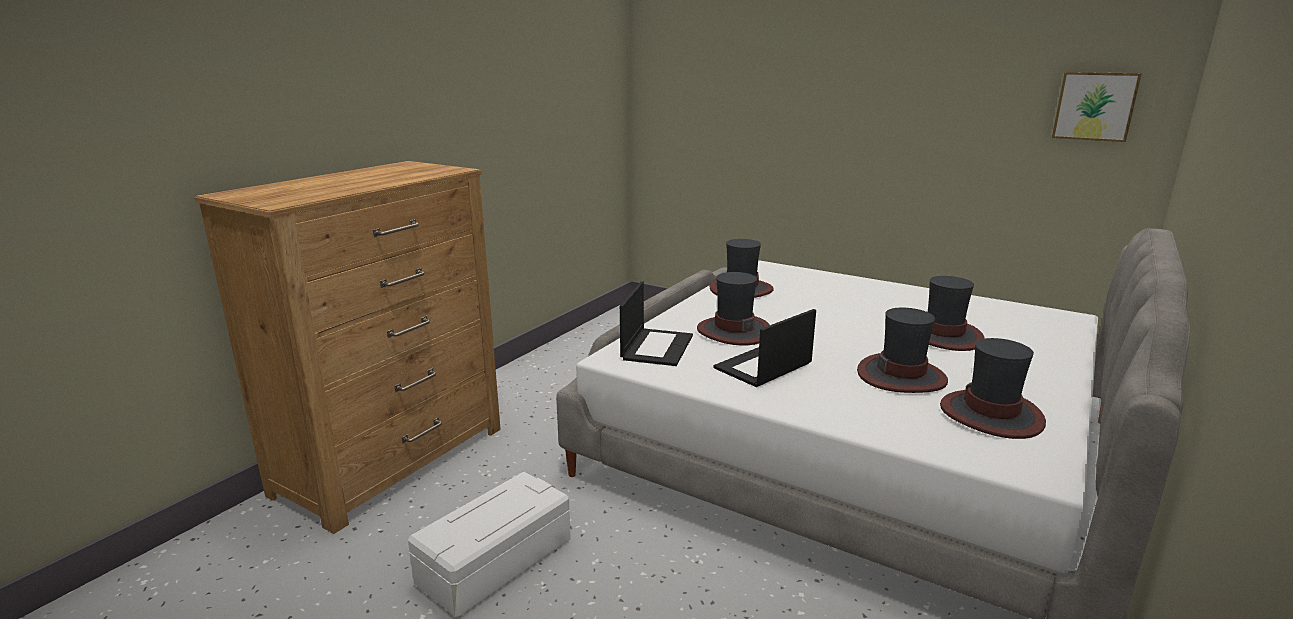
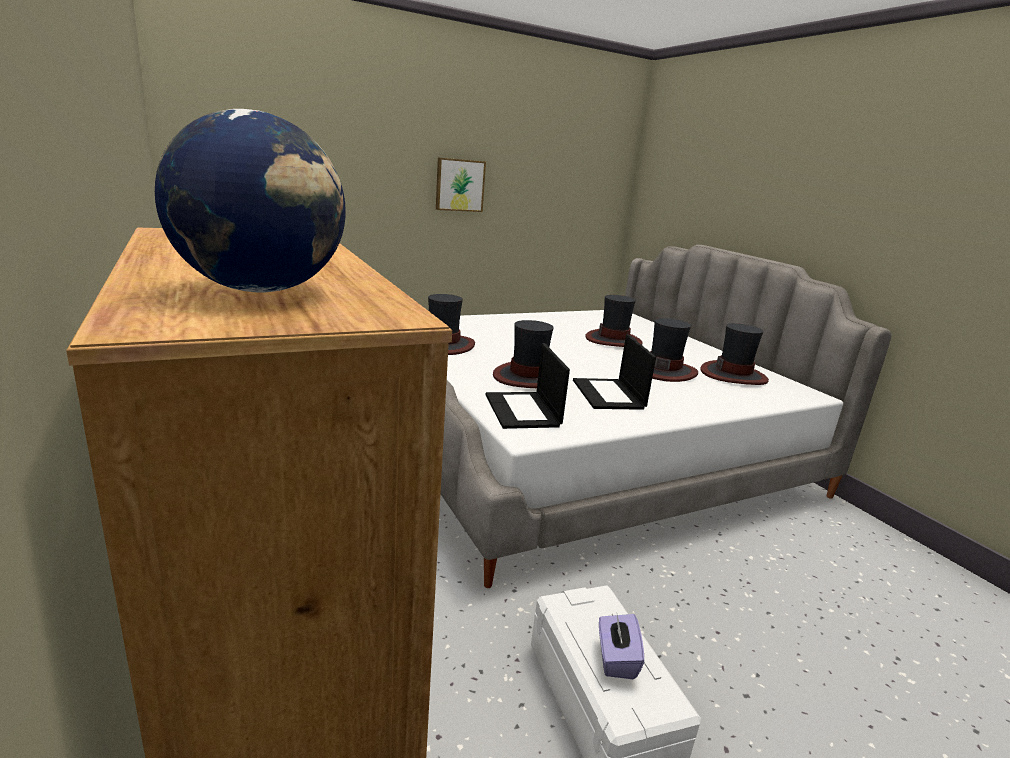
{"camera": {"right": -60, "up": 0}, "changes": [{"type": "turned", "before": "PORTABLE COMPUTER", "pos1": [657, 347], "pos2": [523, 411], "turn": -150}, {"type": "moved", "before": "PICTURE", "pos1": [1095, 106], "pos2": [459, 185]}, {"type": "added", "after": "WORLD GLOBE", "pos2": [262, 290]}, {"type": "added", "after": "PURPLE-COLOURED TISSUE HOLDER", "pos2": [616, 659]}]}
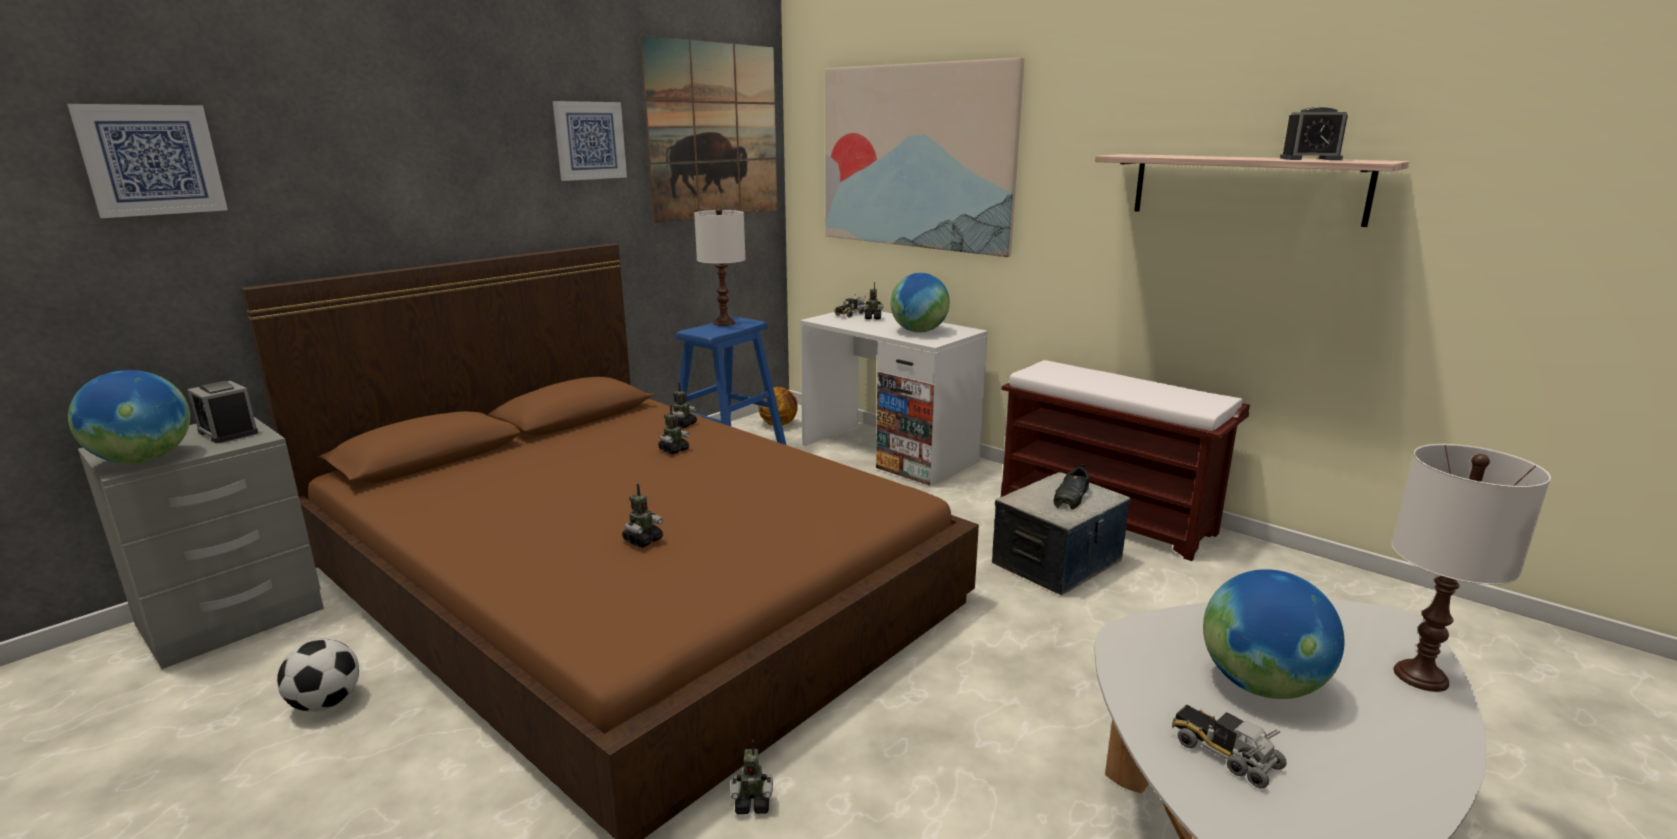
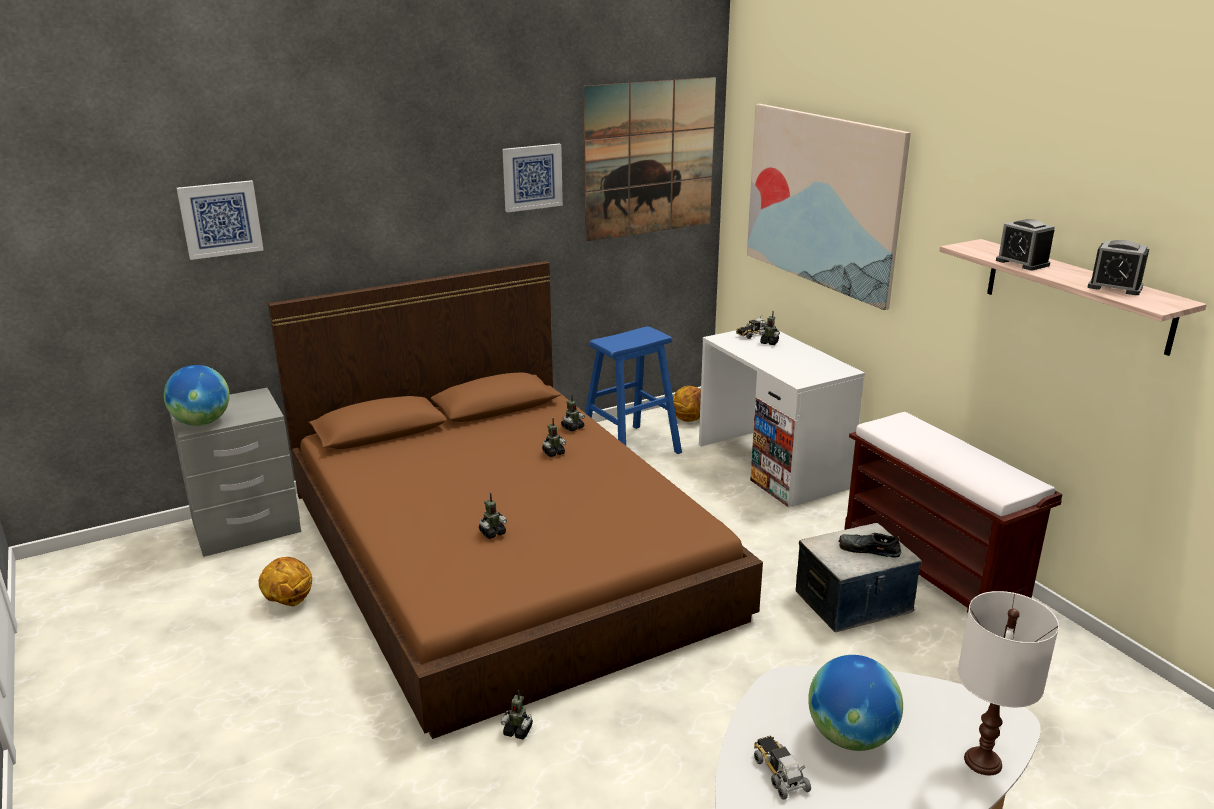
{"camera": {"right": 20, "up": 5}, "changes": [{"type": "moved", "before": "TABLE CLOCK", "pos1": [228, 432], "pos2": [1022, 263]}, {"type": "replaced", "before": "FOOTBALL", "after": "BALL FOR BASKETBALL", "pos1": [326, 703], "pos2": [288, 601]}, {"type": "removed", "before": "WHITISH LAMP FOR A TABLE", "pos1": [724, 323]}, {"type": "removed", "before": "WORLD GLOBE", "pos1": [919, 331]}, {"type": "turned", "before": "BLACKISH LOW SHOE", "pos1": [1072, 496], "pos2": [868, 549], "turn": 60}]}
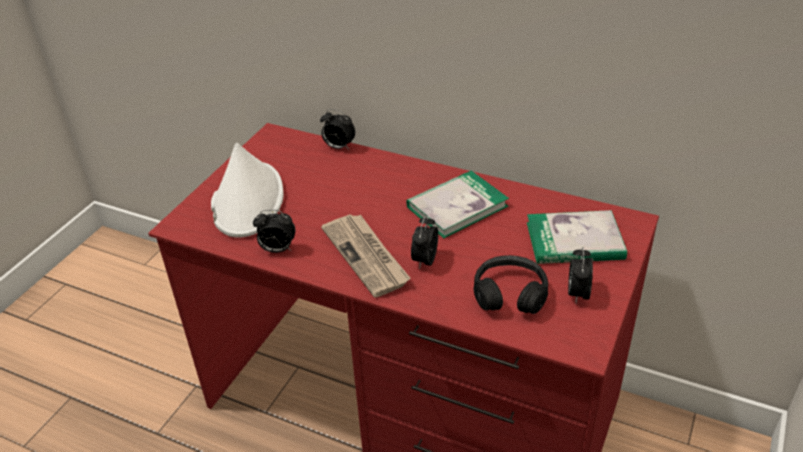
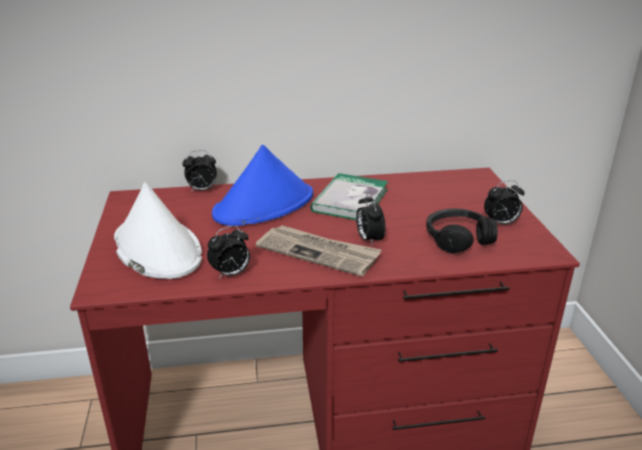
{"camera": {"right": -35, "up": -10}, "changes": [{"type": "removed", "before": "BOUND BOOK", "pos1": [574, 241]}, {"type": "turned", "before": "TABLE CLOCK", "pos1": [577, 293], "pos2": [501, 223], "turn": -75}, {"type": "added", "after": "BLUISH HAT", "pos2": [264, 205]}]}
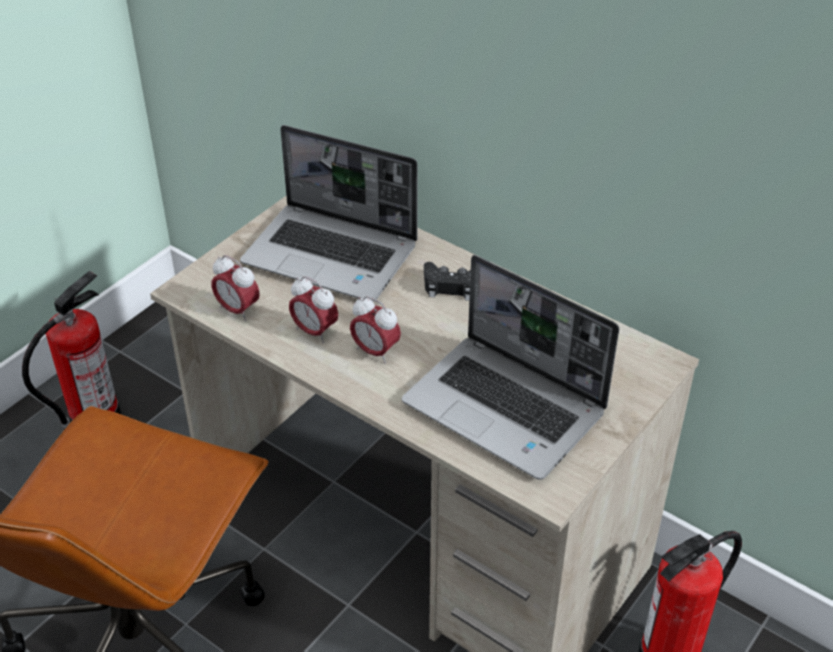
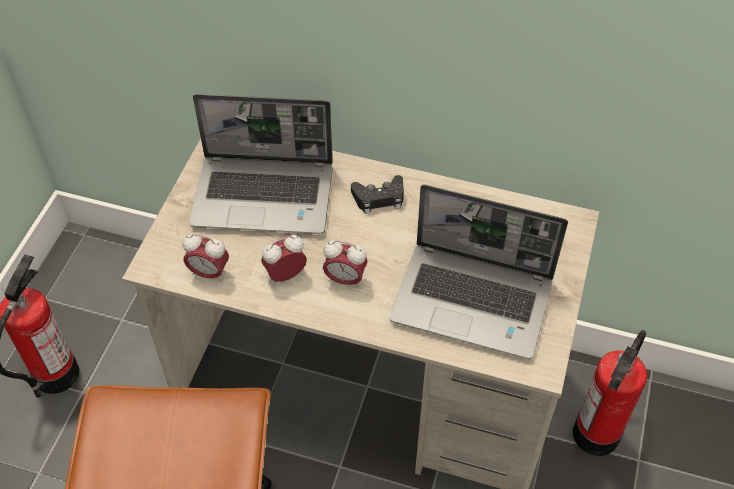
{"camera": {"right": -20, "up": 10}, "changes": [{"type": "turned", "before": "TABLE CLOCK", "pos1": [314, 331], "pos2": [285, 275], "turn": 135}]}
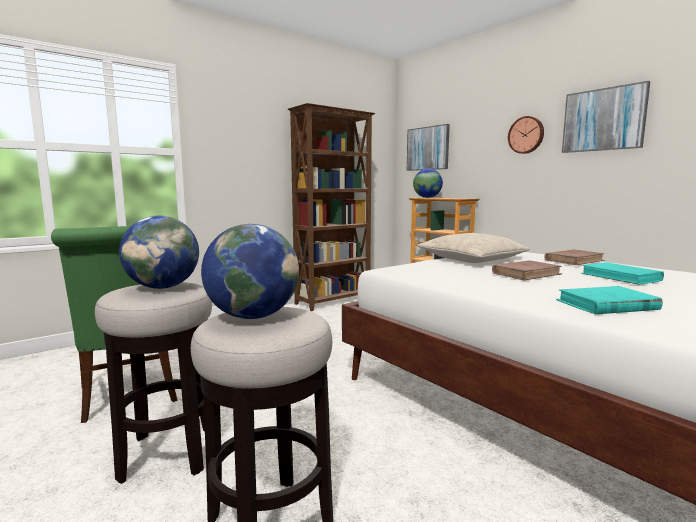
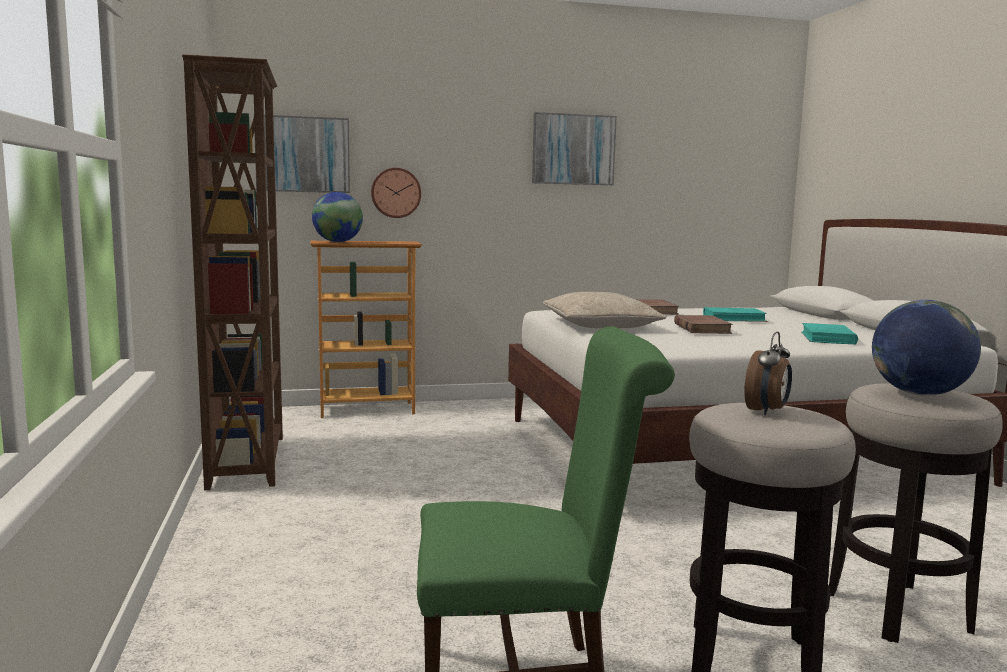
{"camera": {"right": -65, "up": 0}, "changes": [{"type": "replaced", "before": "WORLD GLOBE", "after": "TABLE CLOCK", "pos1": [163, 287], "pos2": [767, 411]}, {"type": "moved", "before": "HANGING CLOCK", "pos1": [526, 135], "pos2": [396, 193]}]}
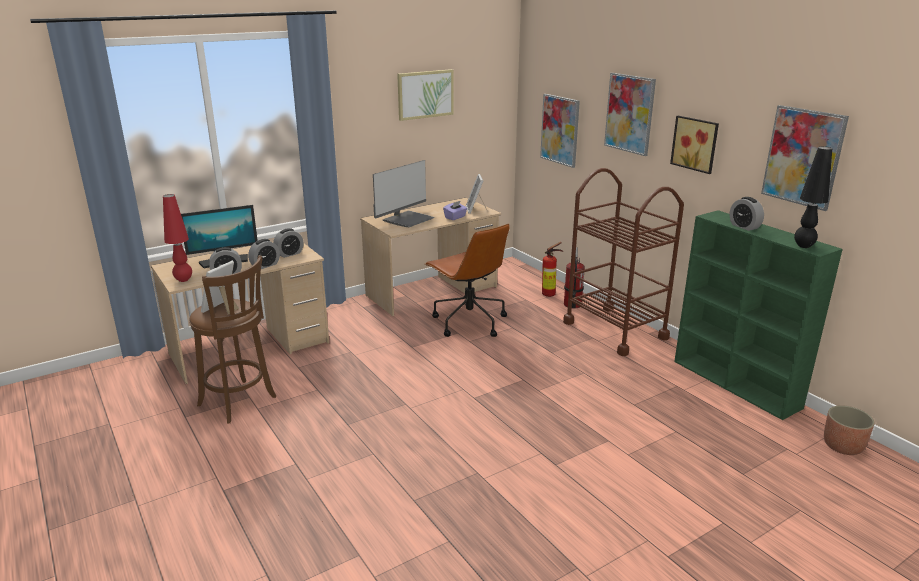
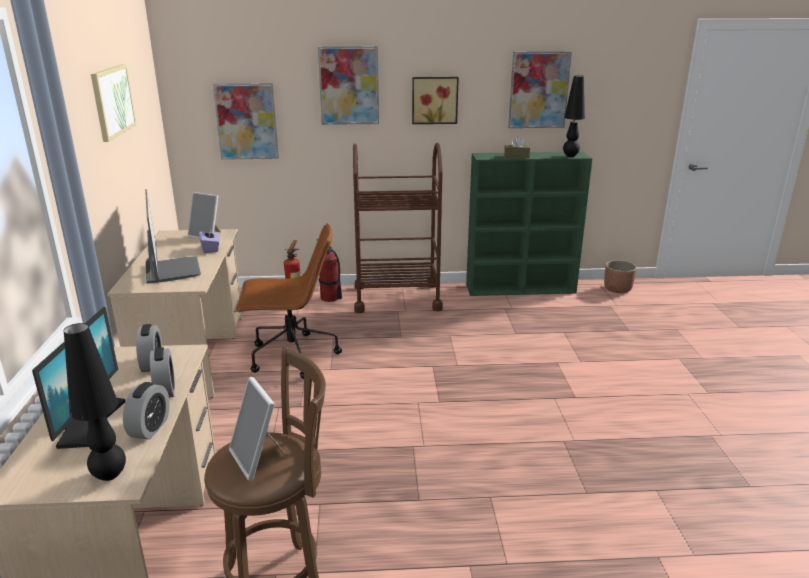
{"camera": {"right": -60, "up": 0}, "changes": [{"type": "recoloured", "before": "RED-COLOURED LAMP FOR A TABLE", "after": "BLACKISH LAMP FOR A TABLE", "pos1": [183, 280], "pos2": [109, 475]}, {"type": "replaced", "before": "TABLE CLOCK", "after": "BROWN TISSUE HOLDER", "pos1": [744, 226], "pos2": [516, 156]}]}
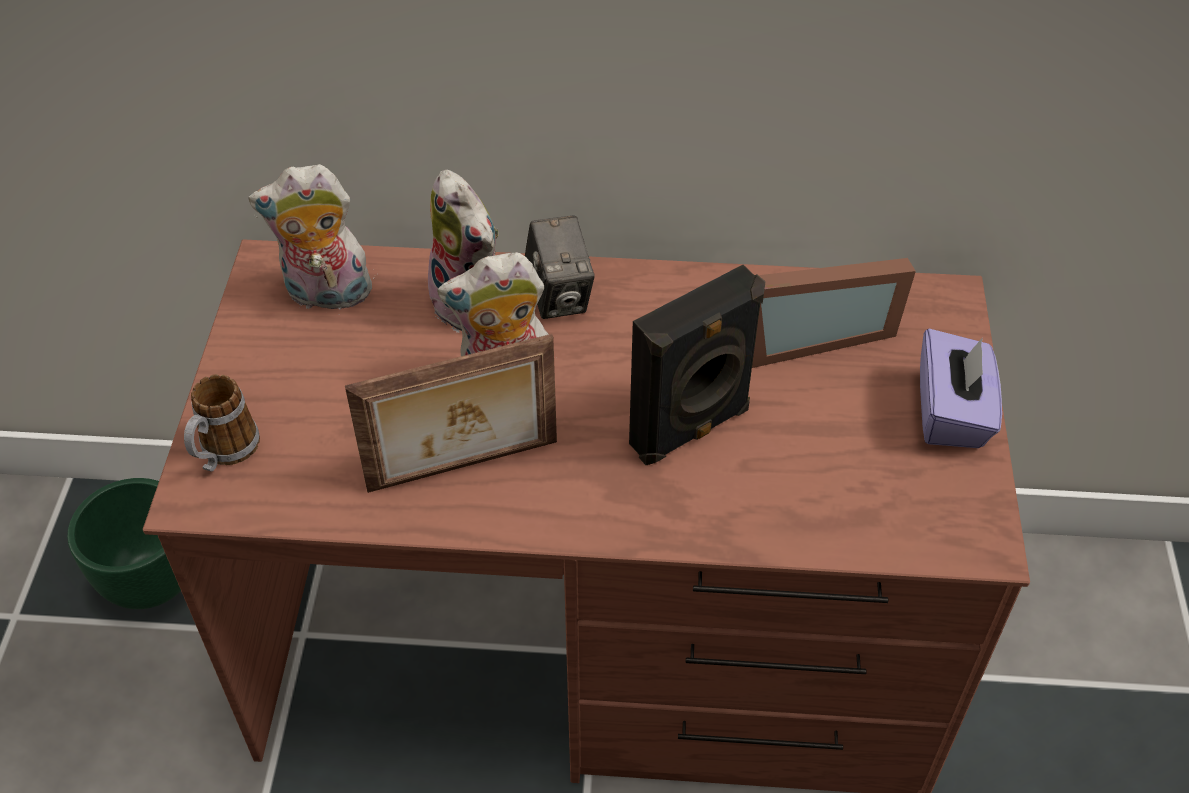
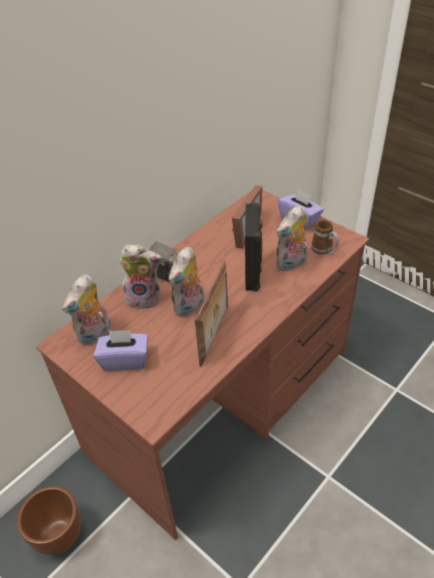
{"camera": {"right": -50, "up": -5}, "changes": [{"type": "recoloured", "before": "GREEN-COLOURED PLANTER", "after": "BROWN PLANTER", "pos1": [153, 581], "pos2": [59, 535]}, {"type": "moved", "before": "MUG", "pos1": [224, 453], "pos2": [324, 250]}, {"type": "added", "after": "PURPLE-COLOURED TISSUE HOLDER", "pos2": [125, 360]}, {"type": "added", "after": "CUDDLY TOY", "pos2": [291, 264]}]}
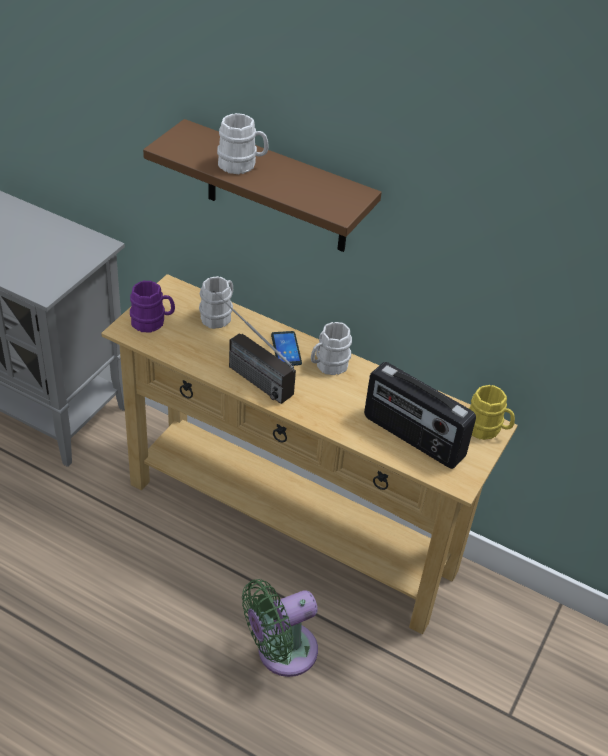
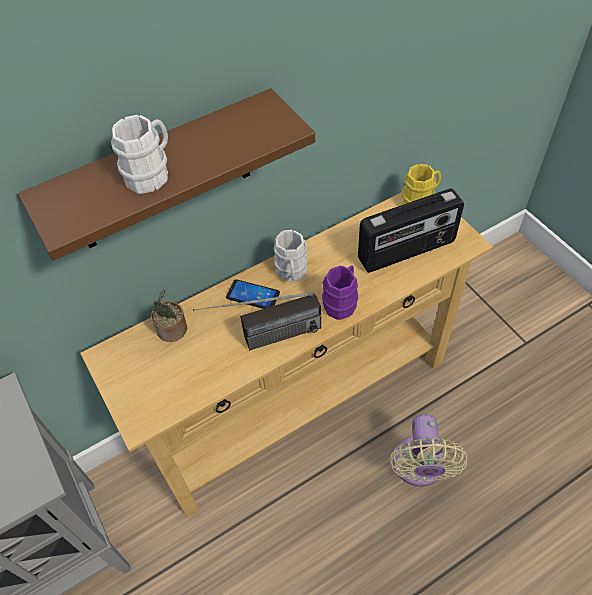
{"camera": {"right": -55, "up": 10}, "changes": [{"type": "moved", "before": "PURPLE-COLOURED MUG", "pos1": [153, 322], "pos2": [342, 301]}, {"type": "replaced", "before": "WHITISH MUG", "after": "POTTED PLANT", "pos1": [218, 315], "pos2": [173, 331]}, {"type": "recoloured", "before": "GREEN-COLOURED COOLING FAN", "after": "SAND-COLOURED COOLING FAN", "pos1": [281, 652], "pos2": [418, 467]}]}
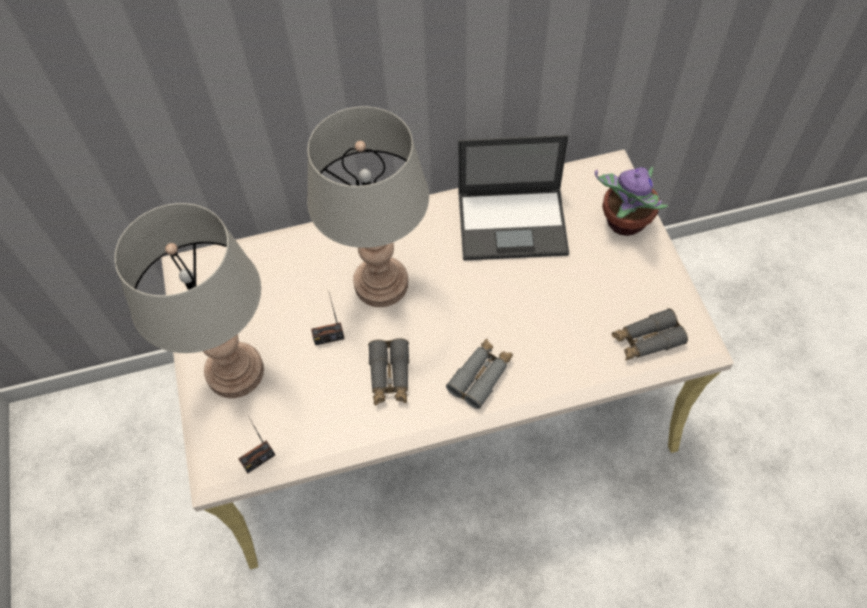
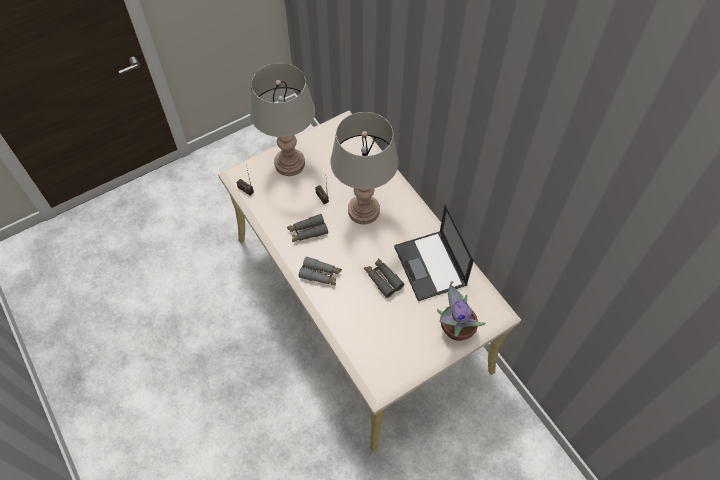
{"camera": {"right": 70, "up": 0}, "changes": [{"type": "moved", "before": "GRAY FIELD GLASSES", "pos1": [646, 340], "pos2": [383, 279]}]}
